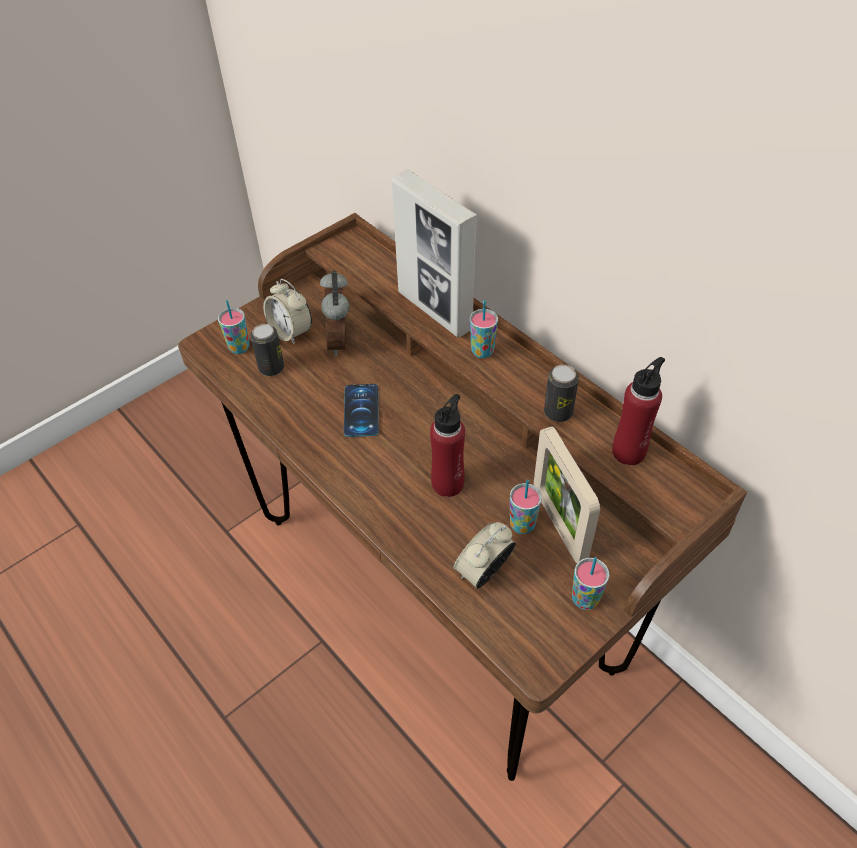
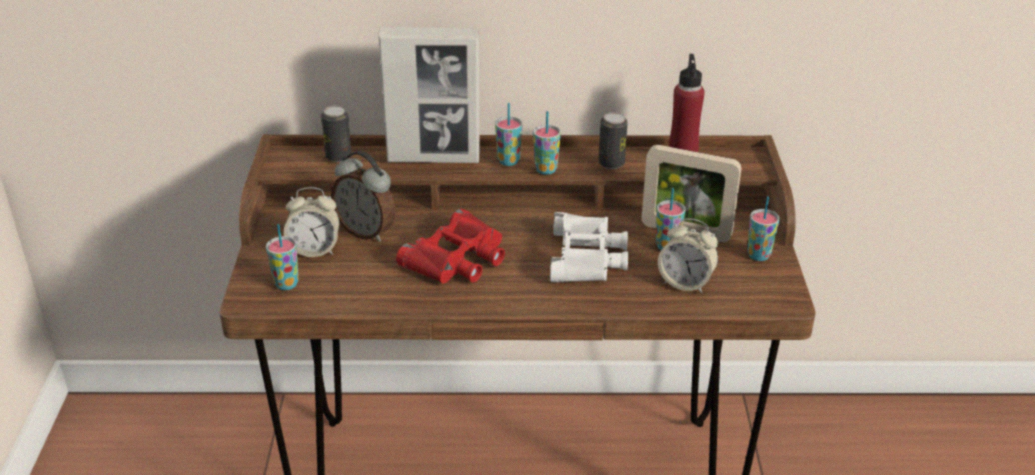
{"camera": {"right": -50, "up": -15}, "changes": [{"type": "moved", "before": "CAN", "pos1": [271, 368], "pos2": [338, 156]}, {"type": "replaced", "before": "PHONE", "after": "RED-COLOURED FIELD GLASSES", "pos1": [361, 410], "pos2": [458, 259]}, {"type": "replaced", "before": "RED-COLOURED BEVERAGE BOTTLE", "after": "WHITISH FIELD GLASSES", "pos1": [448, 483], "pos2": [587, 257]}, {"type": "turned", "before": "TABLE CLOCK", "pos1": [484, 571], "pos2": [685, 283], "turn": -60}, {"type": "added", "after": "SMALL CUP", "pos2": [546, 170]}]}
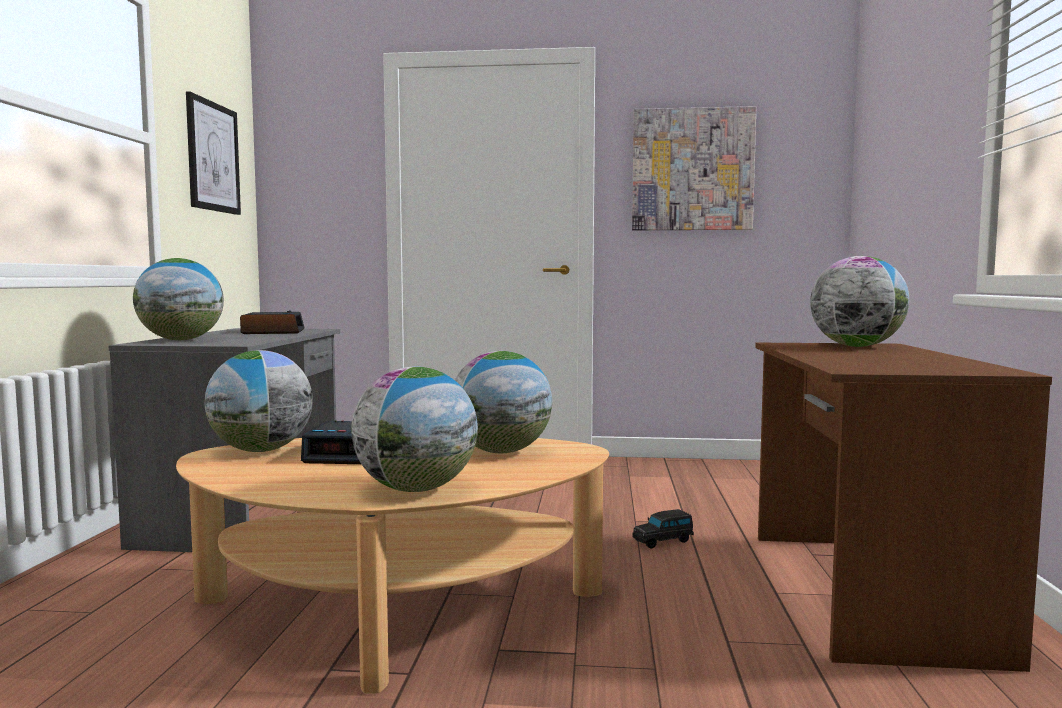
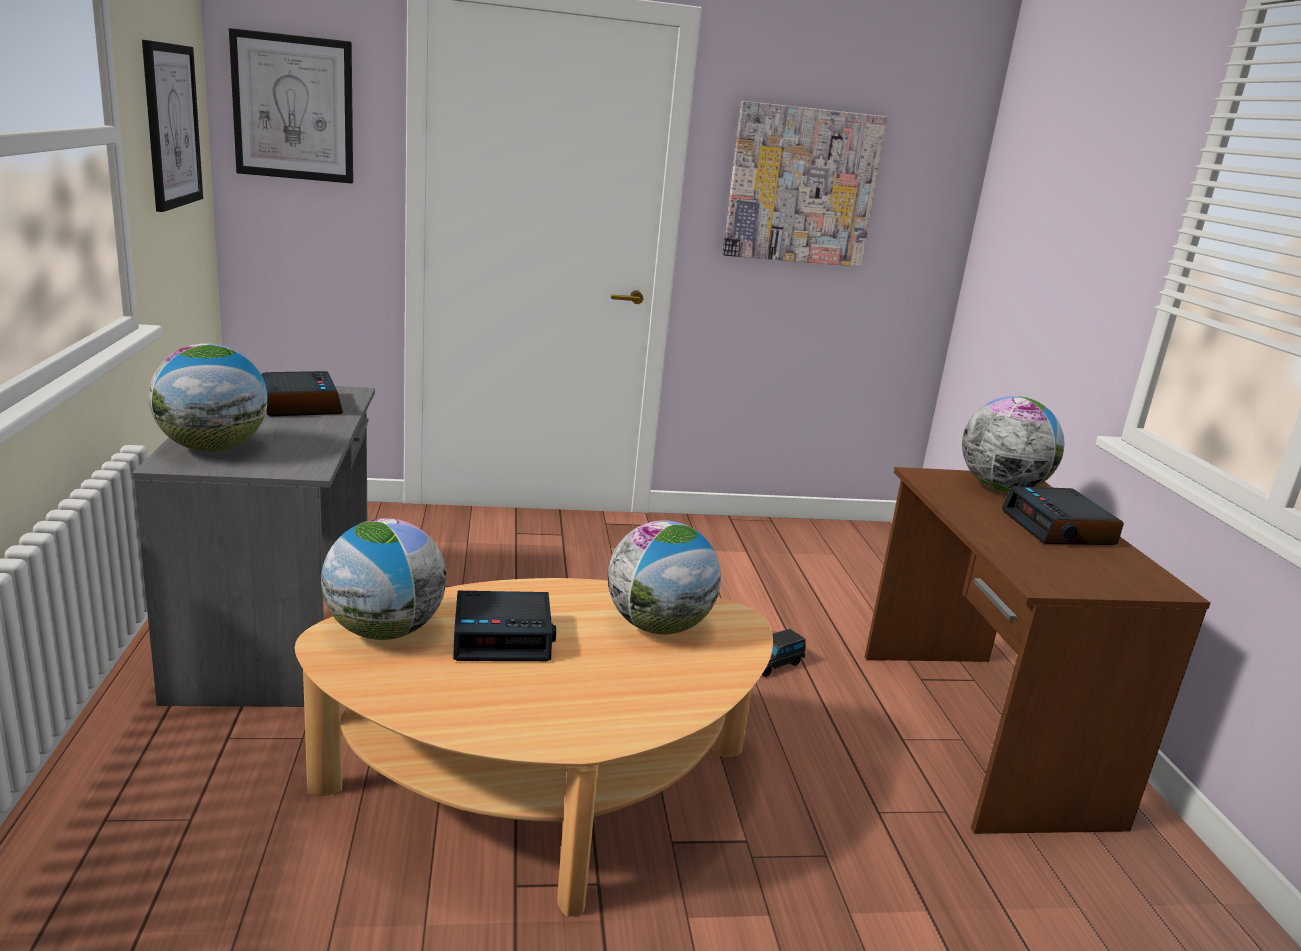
{"camera": {"right": -15, "up": 15}, "changes": [{"type": "removed", "before": "WORLD GLOBE", "pos1": [416, 489]}, {"type": "added", "after": "PICTURE", "pos2": [293, 108]}, {"type": "added", "after": "TABLE CLOCK", "pos2": [1059, 528]}]}
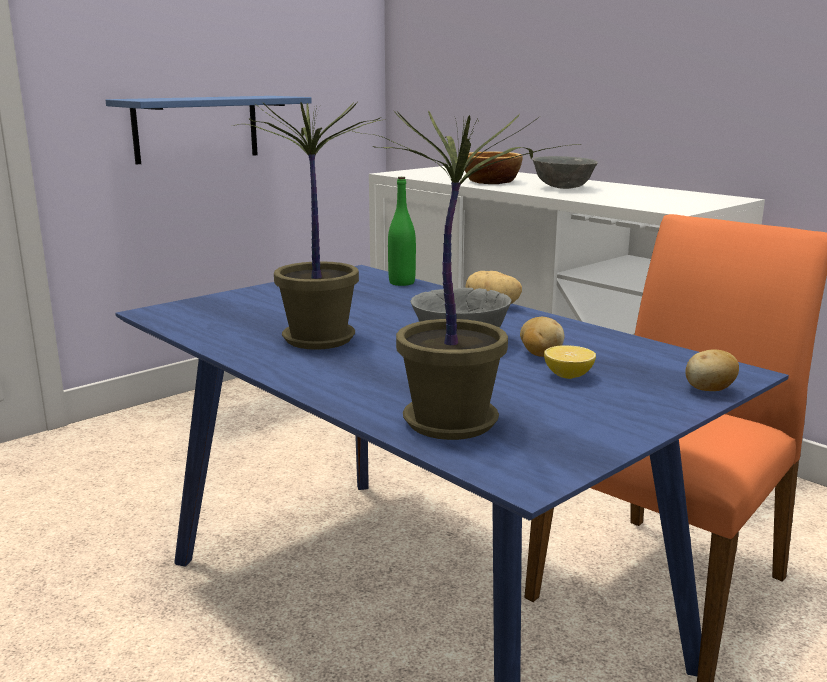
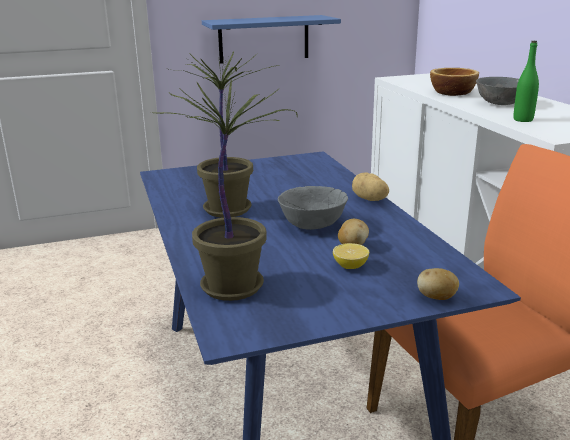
{"camera": {"right": 25, "up": 5}, "changes": [{"type": "moved", "before": "GREEN-COLOURED BEVERAGE BOTTLE", "pos1": [402, 283], "pos2": [523, 120]}]}
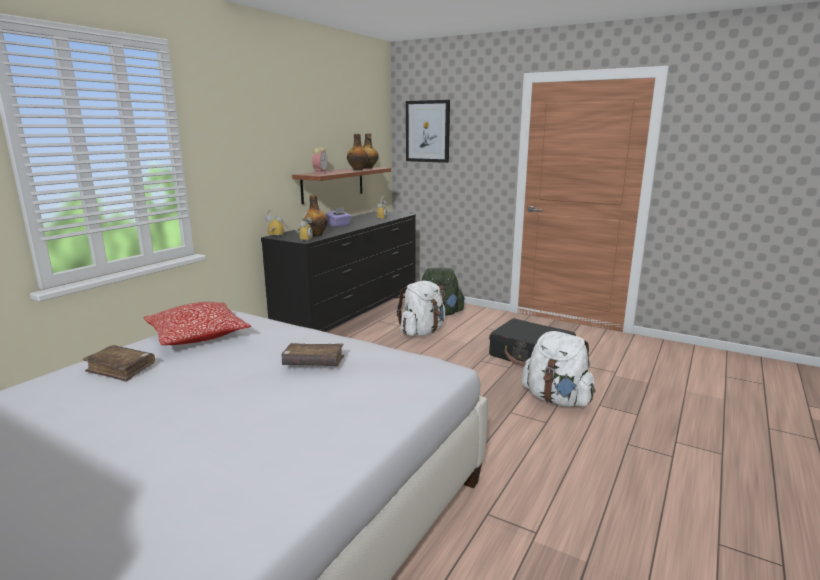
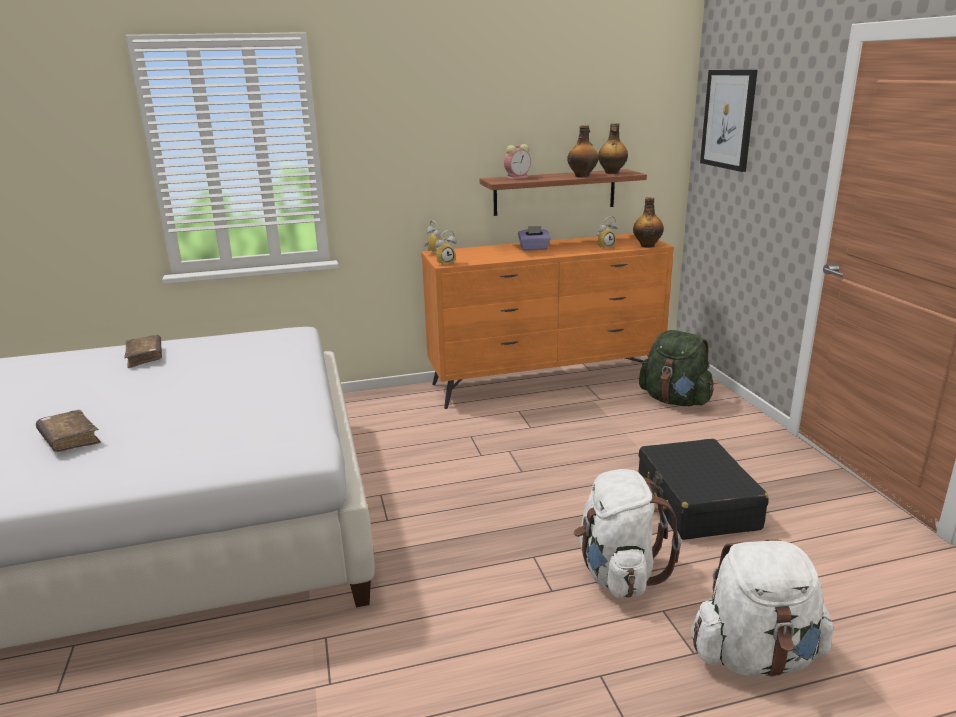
{"camera": {"right": 45, "up": 5}, "changes": [{"type": "removed", "before": "PILLOW", "pos1": [198, 336]}, {"type": "recoloured", "before": "BLACKISH DRESSER", "after": "ORANGE-COLOURED DRESSER", "pos1": [352, 326], "pos2": [546, 382]}, {"type": "moved", "before": "BROWN BOUND BOOK", "pos1": [313, 363], "pos2": [70, 439]}, {"type": "moved", "before": "BEVERAGE BOTTLE", "pos1": [316, 235], "pos2": [647, 245]}, {"type": "moved", "before": "WHITISH RUCKSACK", "pos1": [422, 332], "pos2": [755, 656]}]}
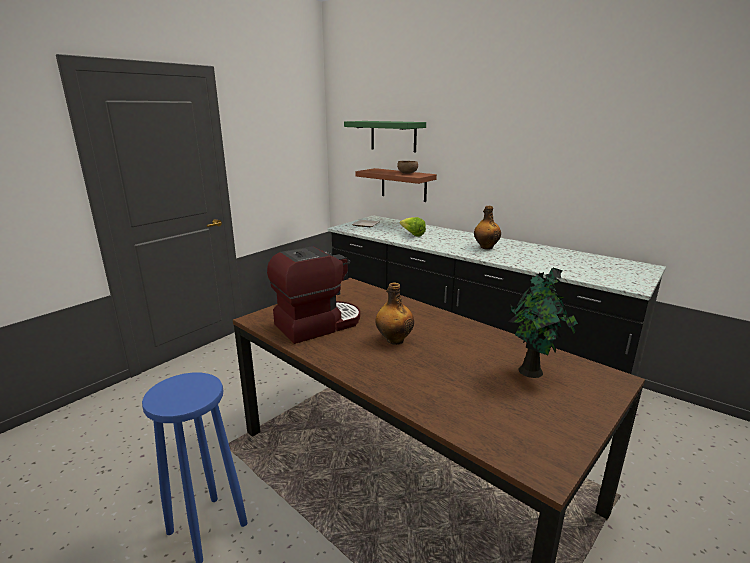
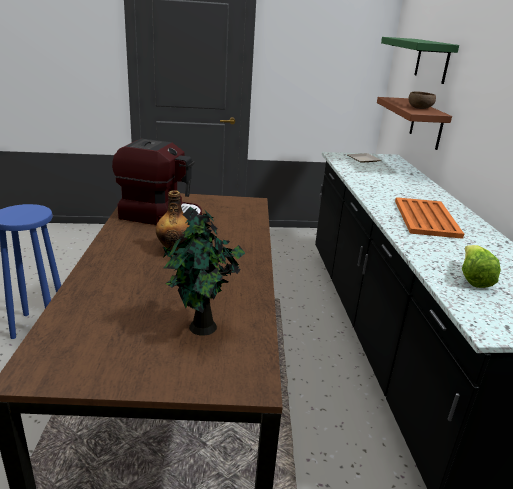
{"camera": {"right": 45, "up": 5}, "changes": [{"type": "moved", "before": "HEAD OF LETTUCE", "pos1": [412, 234], "pos2": [473, 278]}, {"type": "replaced", "before": "BEVERAGE BOTTLE", "after": "ORANGE-COLOURED TRAY", "pos1": [486, 247], "pos2": [426, 218]}]}
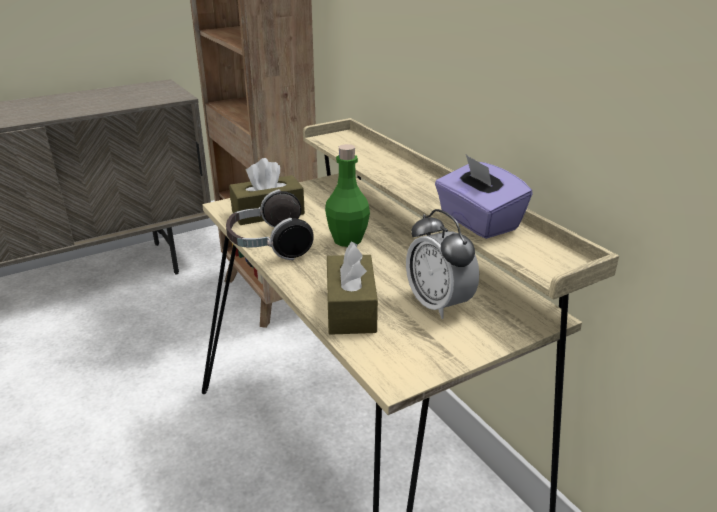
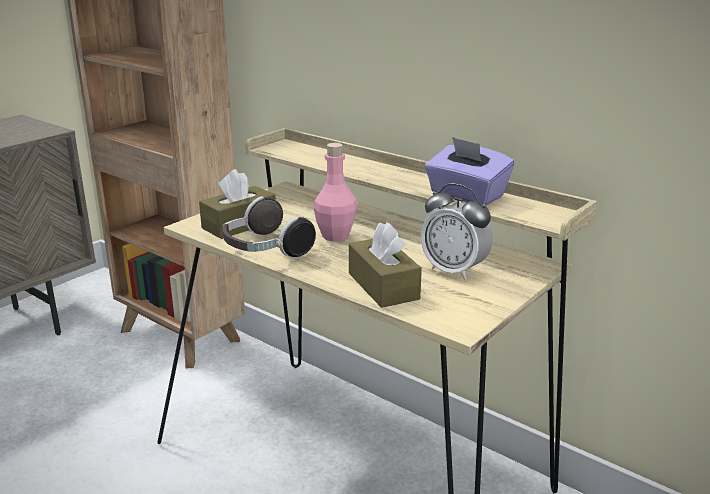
{"camera": {"right": -20, "up": -5}, "changes": [{"type": "recoloured", "before": "GREEN-COLOURED BEVERAGE BOTTLE", "after": "PINK BEVERAGE BOTTLE", "pos1": [347, 240], "pos2": [335, 236]}]}
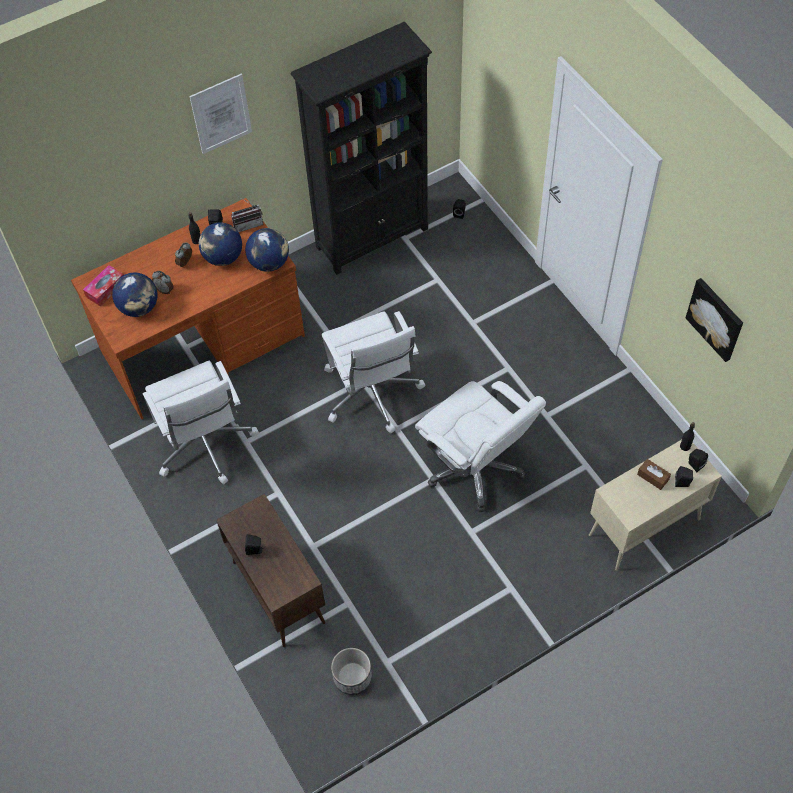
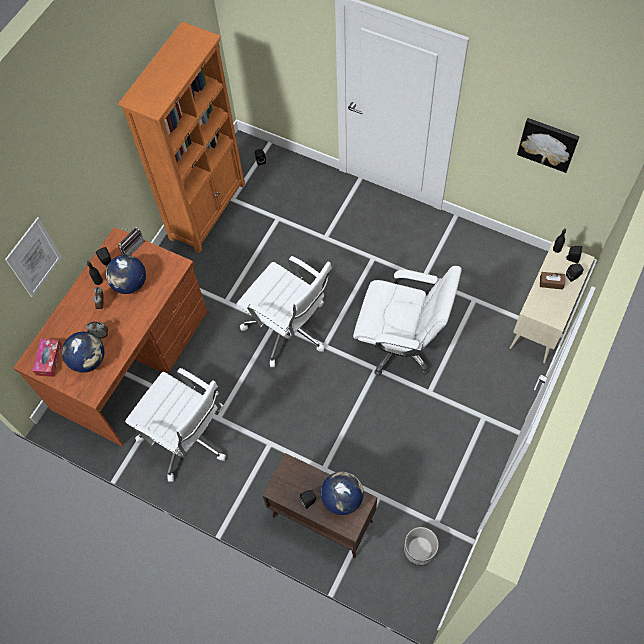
{"camera": {"right": -30, "up": 5}, "changes": [{"type": "moved", "before": "PICTURE", "pos1": [221, 114], "pos2": [34, 257]}, {"type": "moved", "before": "WORLD GLOBE", "pos1": [269, 263], "pos2": [342, 498]}, {"type": "recoloured", "before": "BLACKISH BOOKSHELF", "after": "ORANGE-COLOURED BOOKSHELF", "pos1": [373, 237], "pos2": [208, 210]}]}
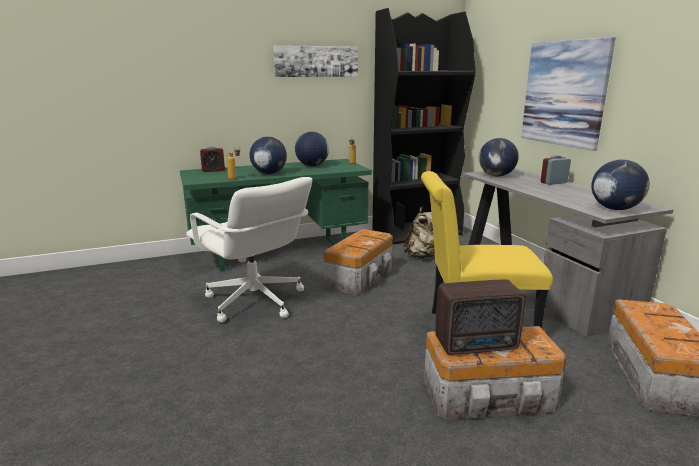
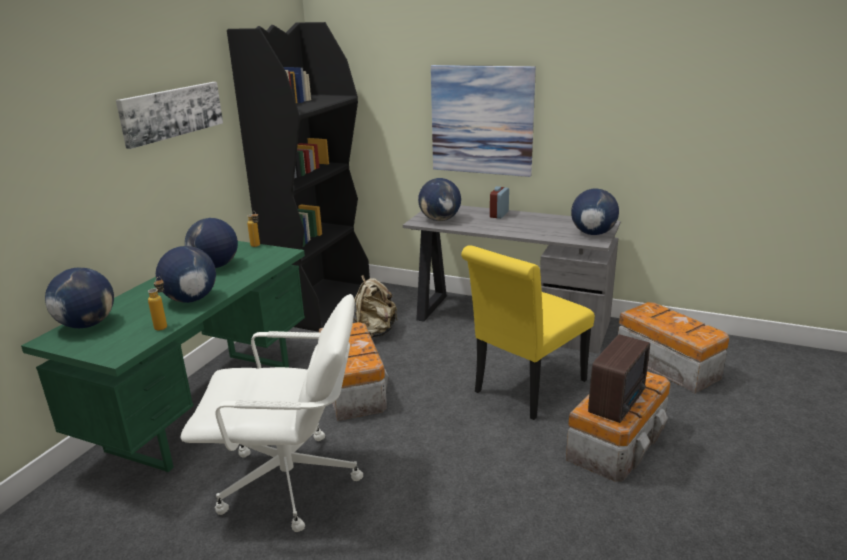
{"camera": {"right": -45, "up": 5}, "changes": [{"type": "replaced", "before": "TABLE CLOCK", "after": "WORLD GLOBE", "pos1": [213, 170], "pos2": [87, 324]}]}
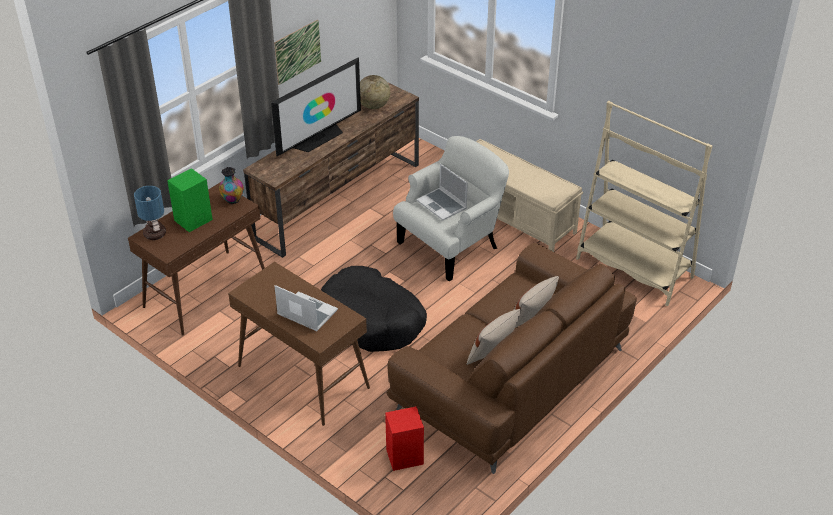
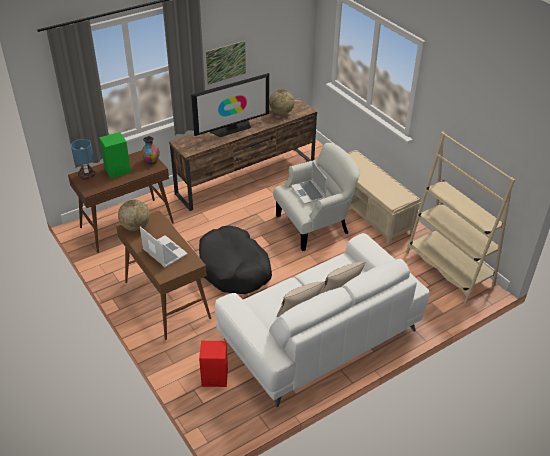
{"camera": {"right": 15, "up": 0}, "changes": [{"type": "recoloured", "before": "BROWN SOFA", "after": "WHITISH SOFA", "pos1": [511, 379], "pos2": [319, 335]}, {"type": "added", "after": "WORLD GLOBE", "pos2": [135, 227]}]}
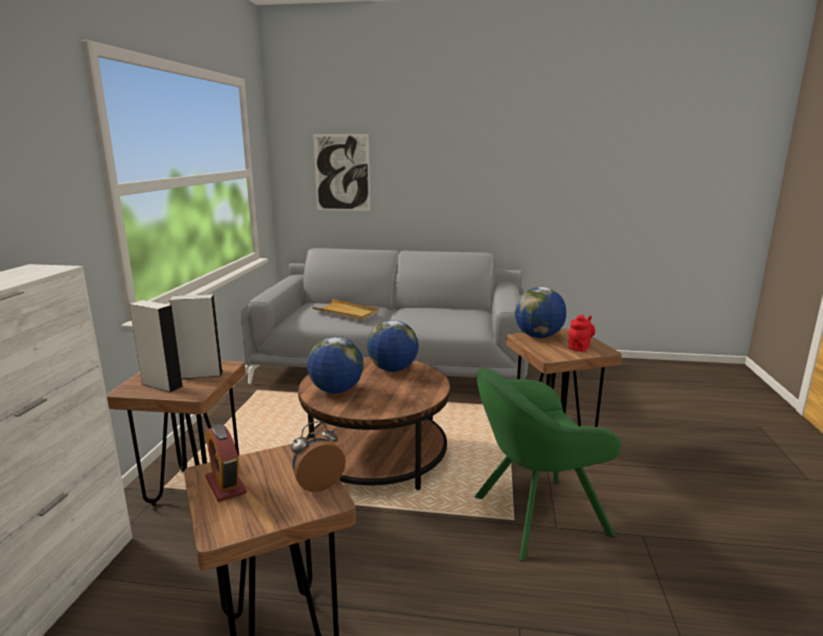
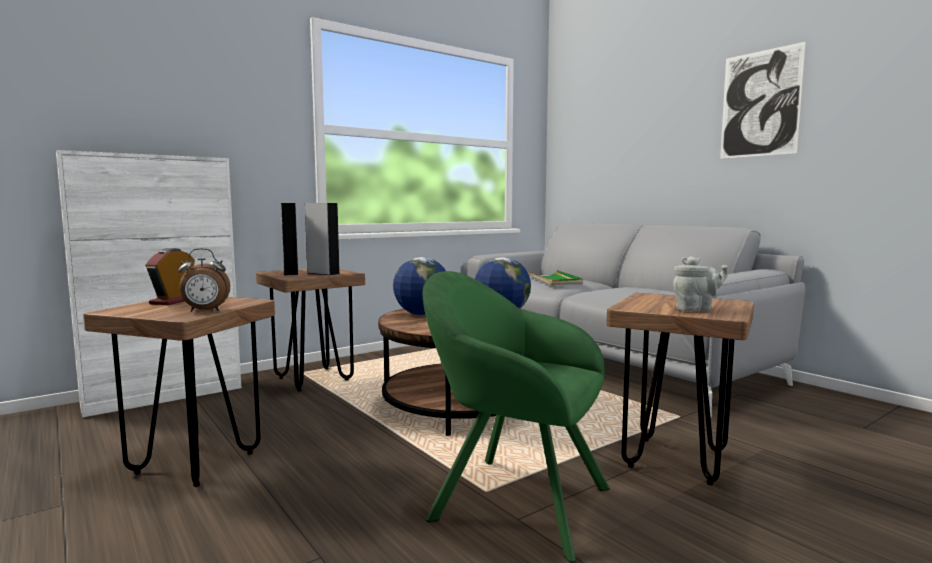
{"camera": {"right": 45, "up": -10}, "changes": [{"type": "turned", "before": "TABLE CLOCK", "pos1": [317, 484], "pos2": [205, 311], "turn": 150}, {"type": "recoloured", "before": "SAND-COLOURED TRAY", "after": "GREEN-COLOURED TRAY", "pos1": [346, 312], "pos2": [553, 280]}, {"type": "moved", "before": "PICTURE", "pos1": [342, 172], "pos2": [760, 104]}, {"type": "removed", "before": "WORLD GLOBE", "pos1": [538, 336]}, {"type": "recoloured", "before": "RED-COLOURED TEA POT", "after": "GRAY TEA POT", "pos1": [579, 347], "pos2": [696, 309]}]}
